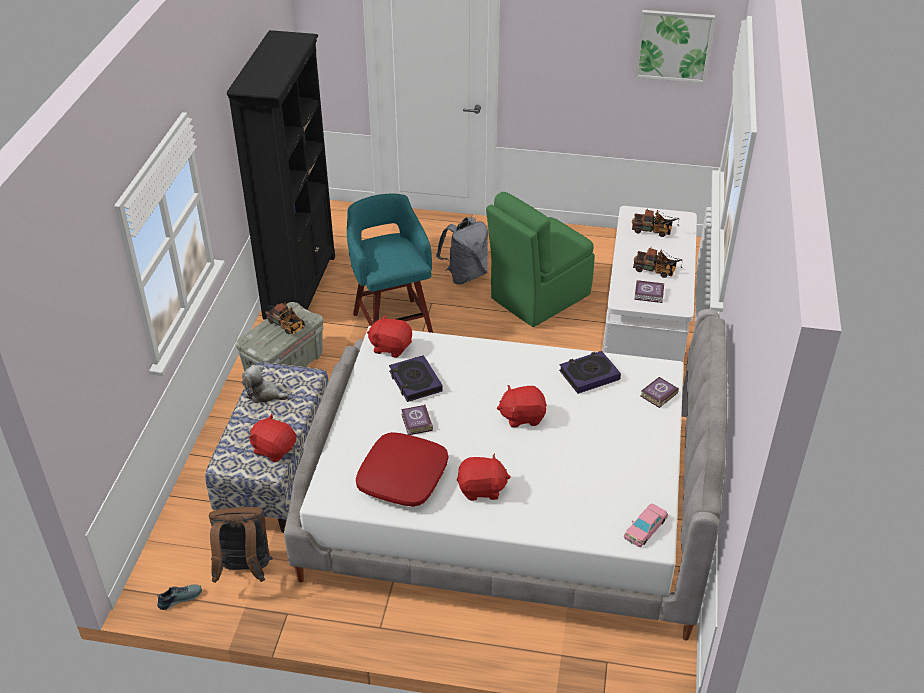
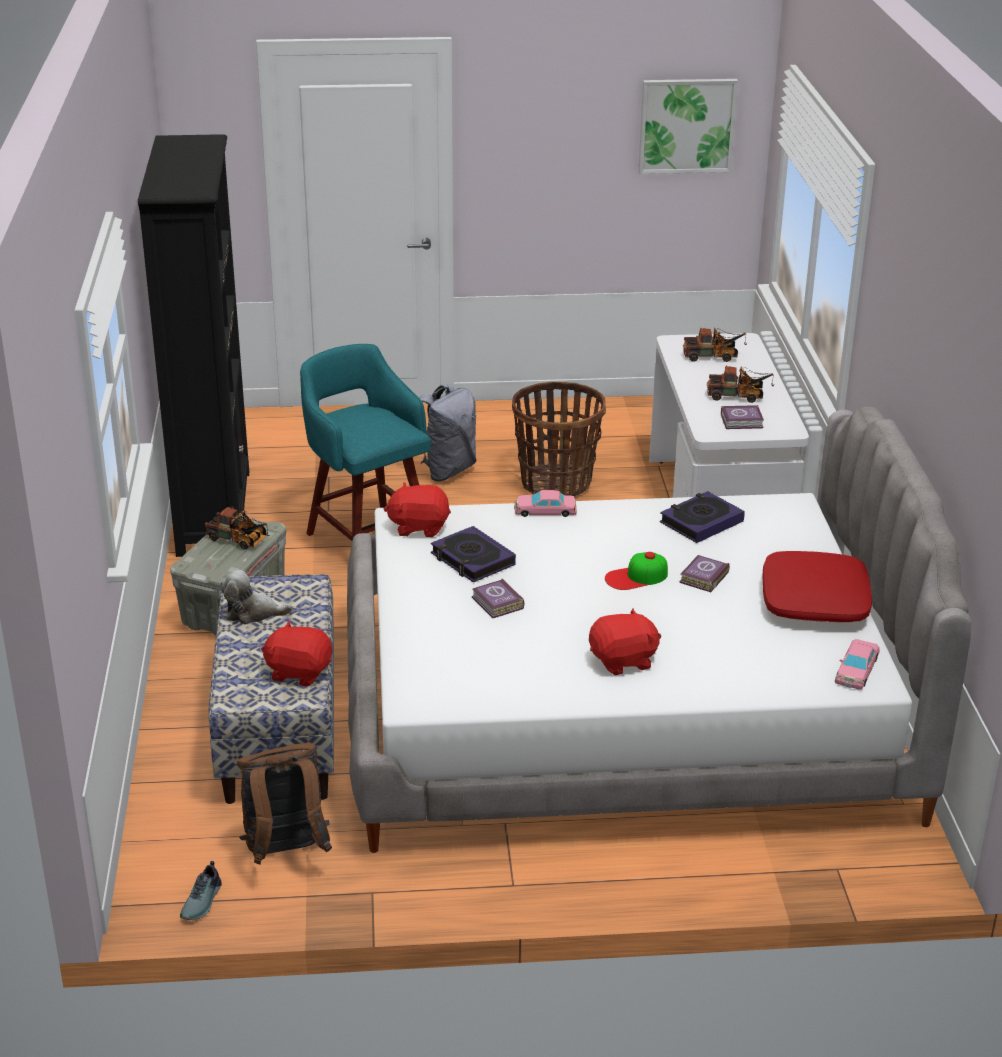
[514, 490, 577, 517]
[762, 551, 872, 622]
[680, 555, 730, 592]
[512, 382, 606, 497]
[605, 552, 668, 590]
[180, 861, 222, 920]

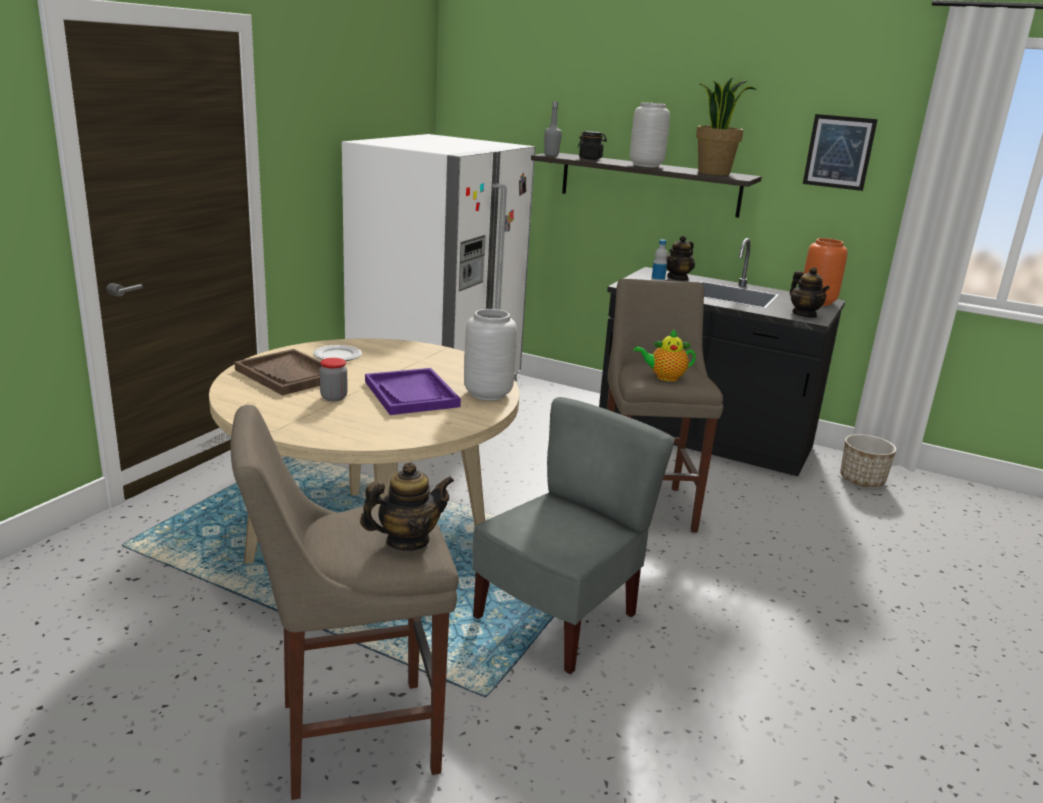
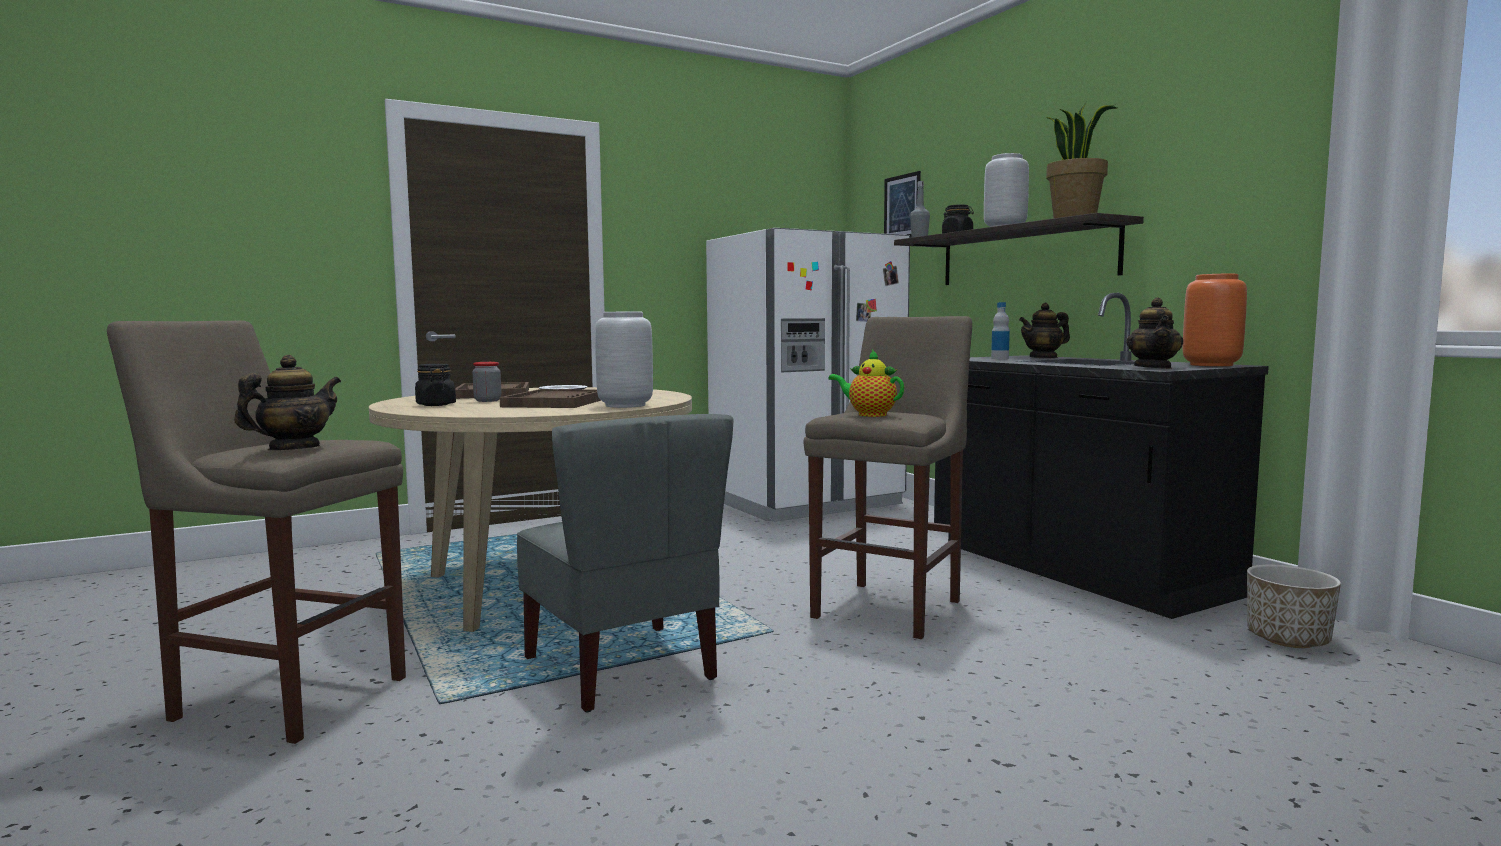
[415, 364, 456, 406]
[884, 171, 921, 238]
[500, 389, 601, 408]
[234, 355, 341, 450]
[517, 414, 734, 712]

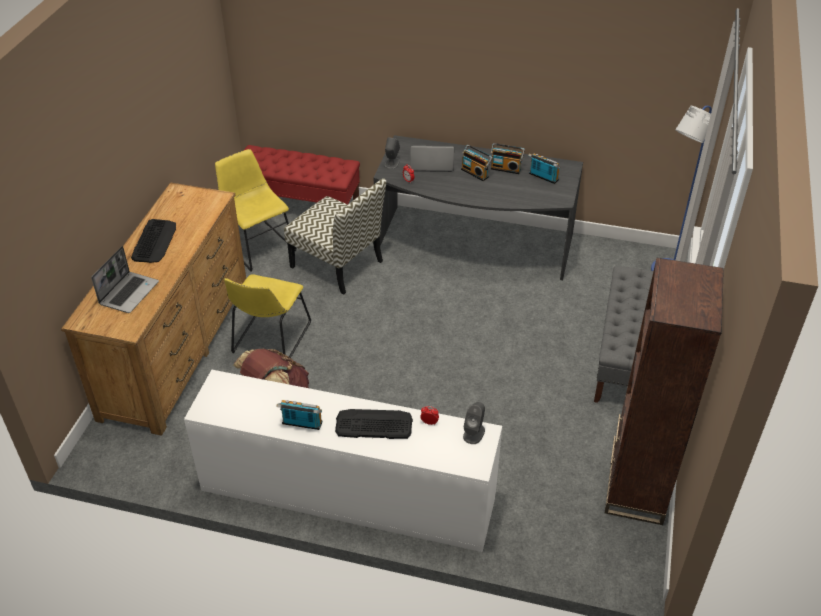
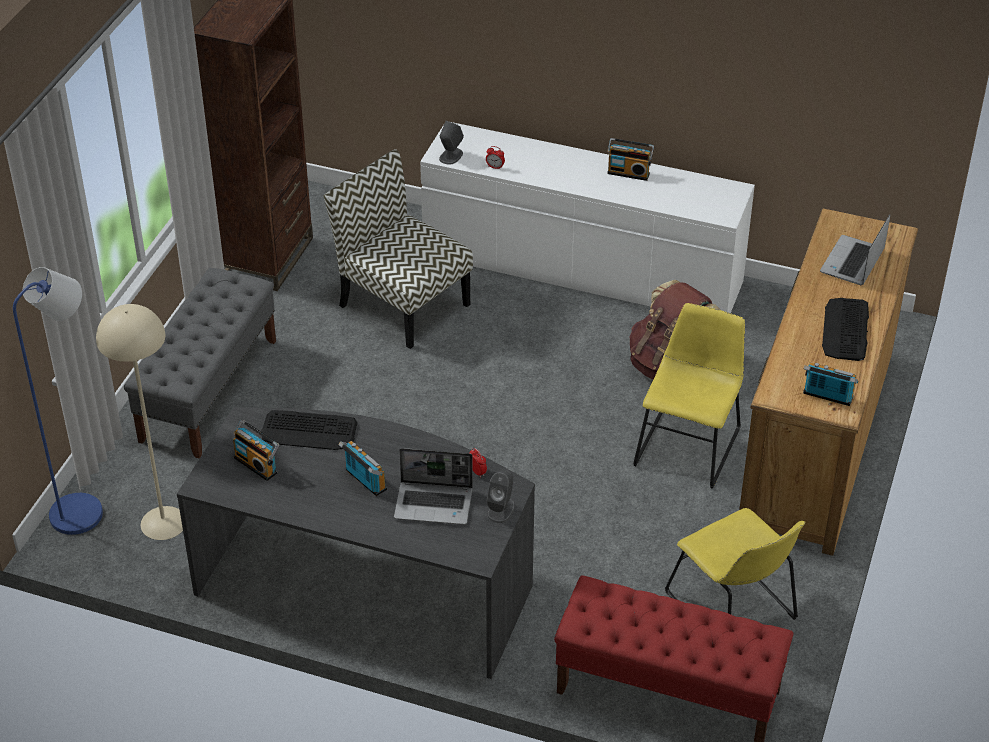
[96, 304, 183, 540]
[324, 149, 473, 349]
[261, 410, 357, 450]
[803, 362, 858, 406]

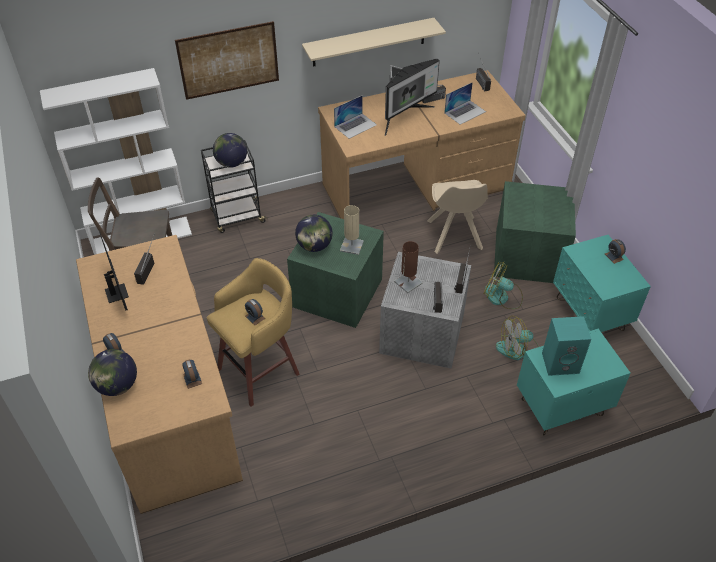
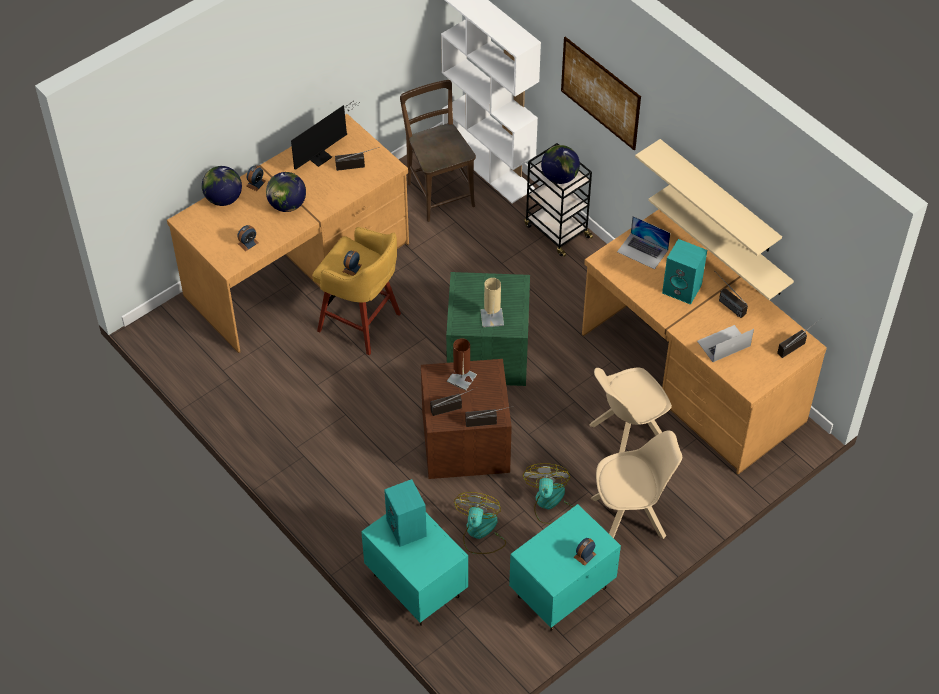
[648, 185, 794, 300]
[266, 172, 306, 212]
[662, 239, 707, 305]
[590, 430, 682, 539]
[421, 359, 512, 479]
[697, 325, 754, 362]
[454, 492, 506, 554]

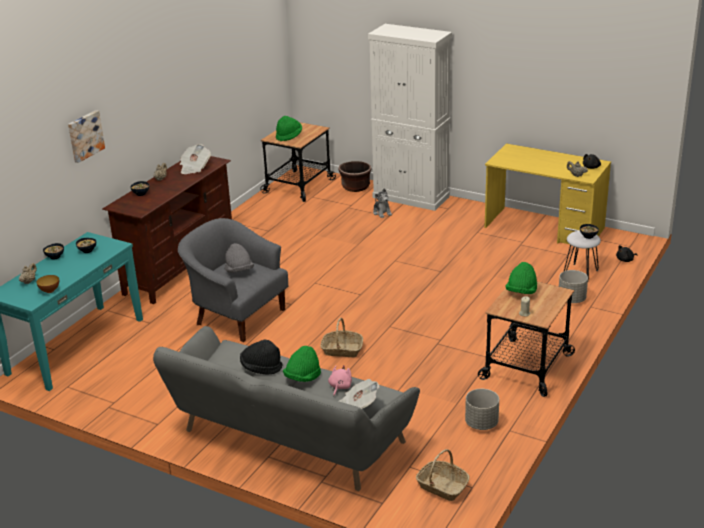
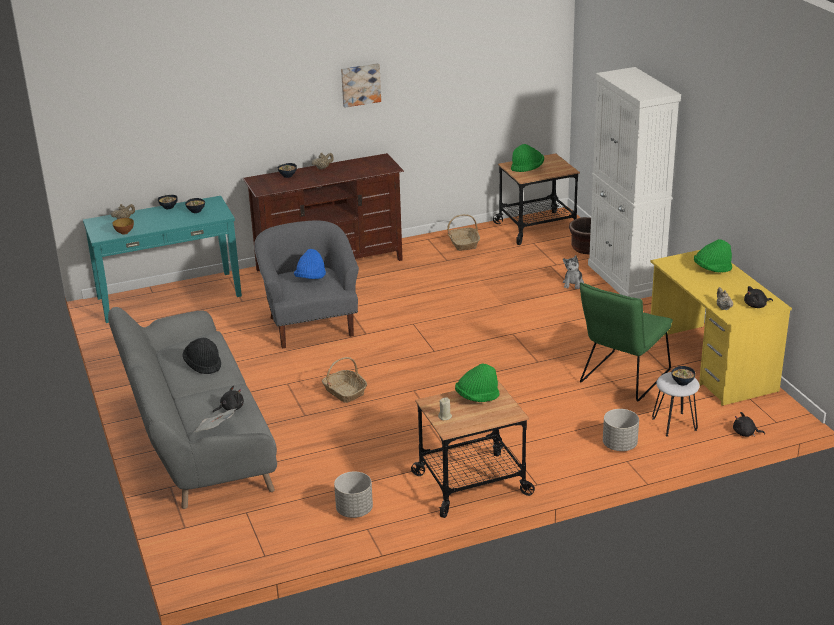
[180, 144, 211, 174] (first image)
[580, 282, 673, 401]
[341, 63, 381, 107]
[694, 239, 732, 272]
[447, 214, 480, 251]
[294, 249, 326, 279]
[213, 386, 244, 413]

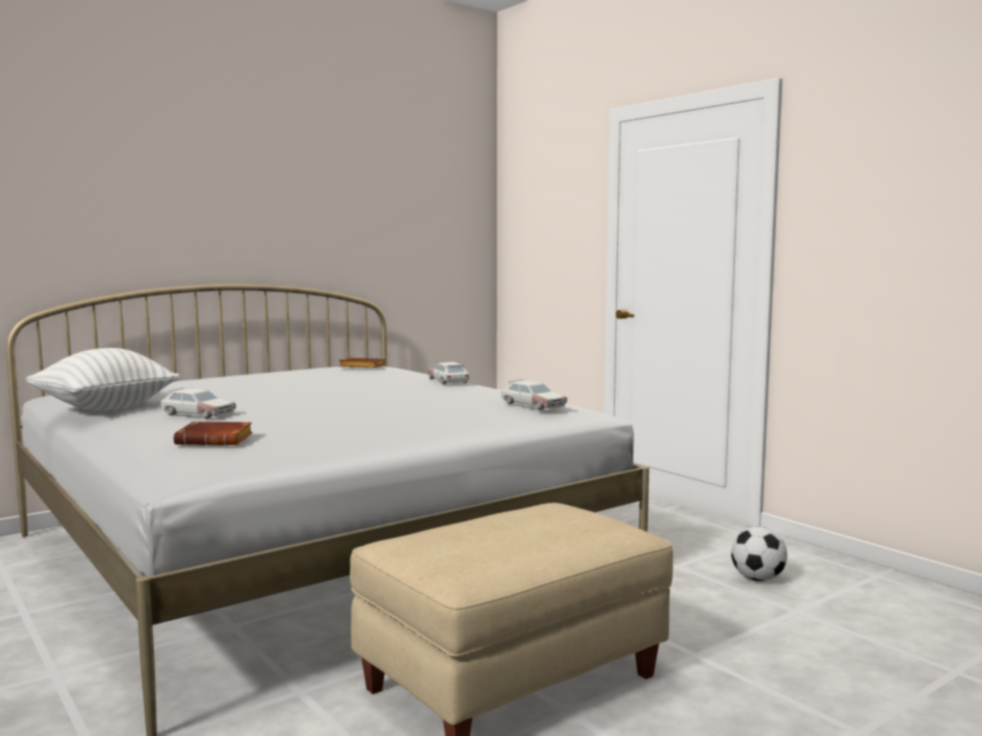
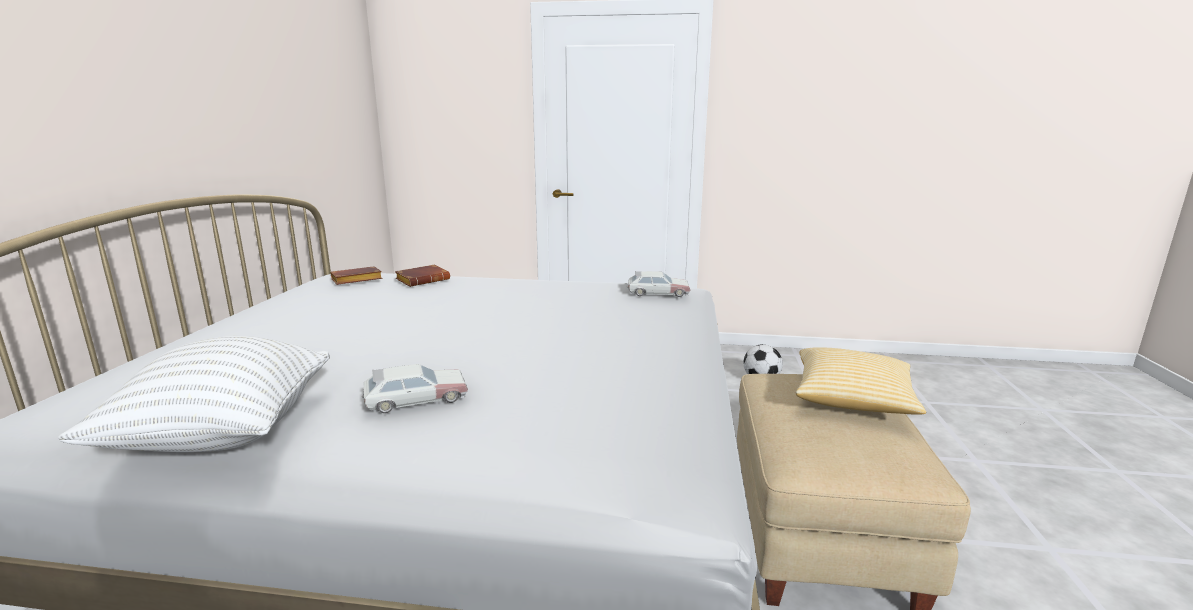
[428, 362, 469, 384] (first image)
[796, 348, 926, 414]
[395, 265, 450, 287]

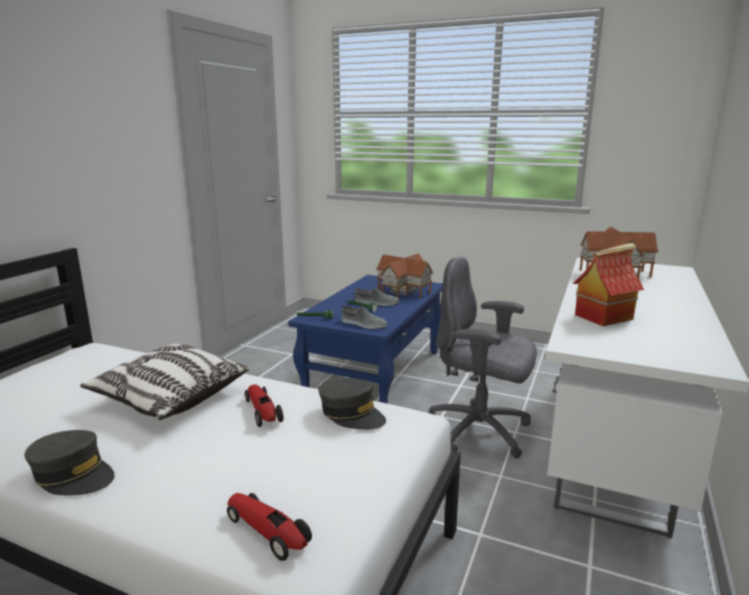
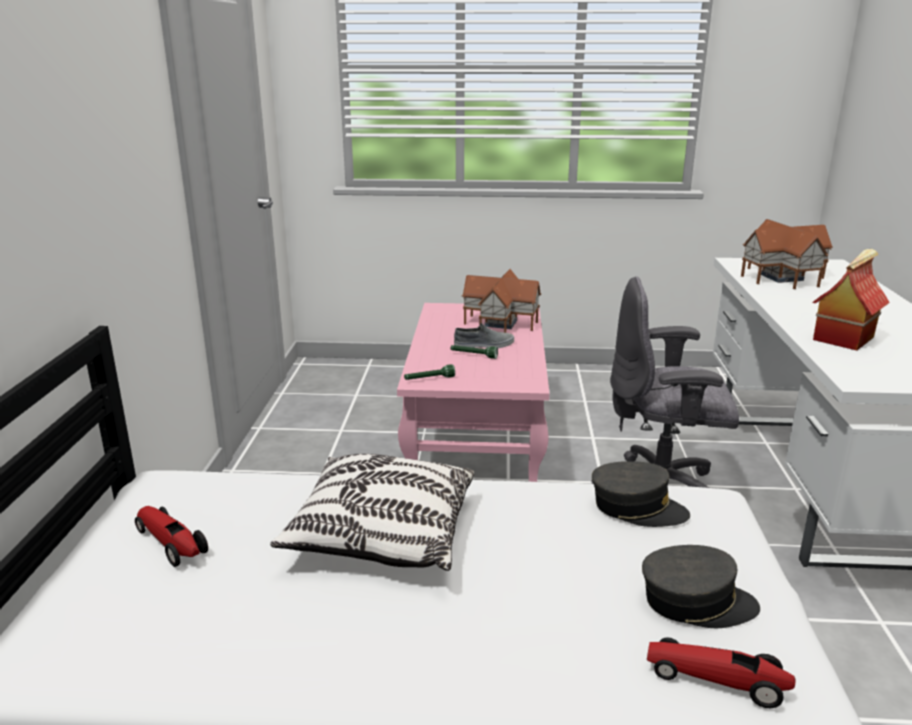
[341, 306, 387, 329] (first image)
[642, 545, 760, 628]
[135, 506, 208, 567]
[397, 303, 550, 482]

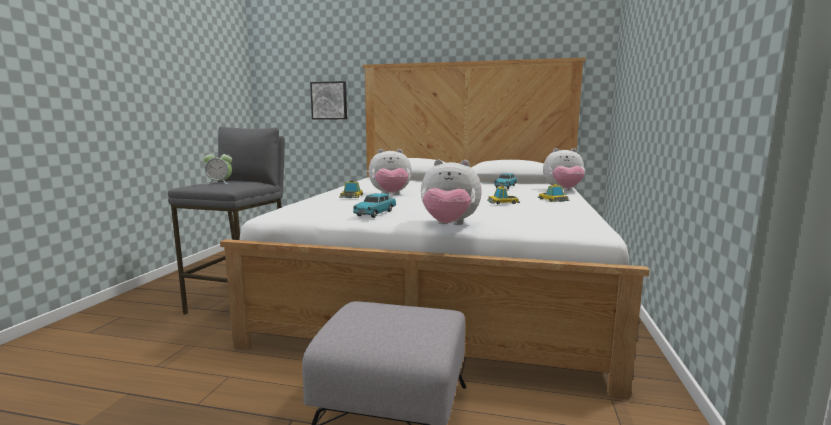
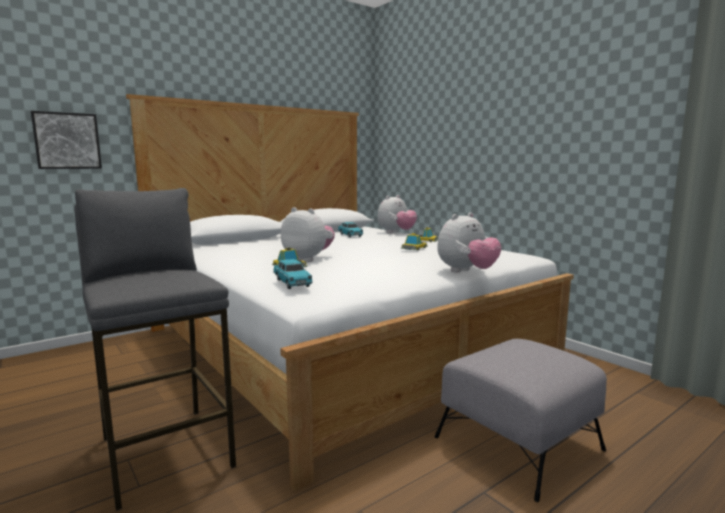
[204, 150, 232, 184] (first image)
[273, 259, 313, 289]
[281, 207, 335, 262]

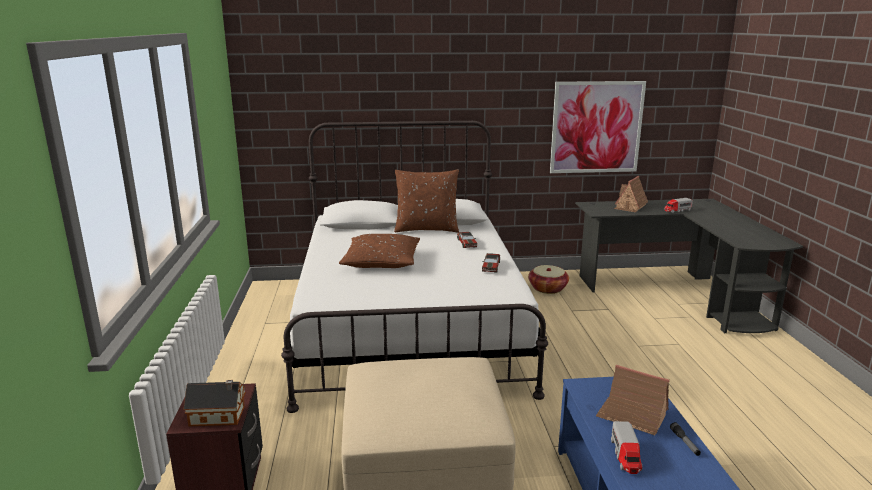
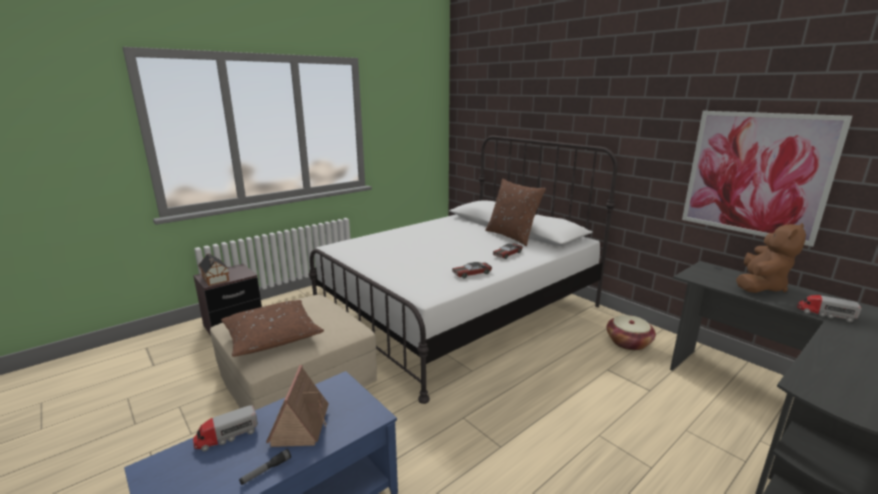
[221, 300, 324, 357]
[736, 223, 806, 293]

